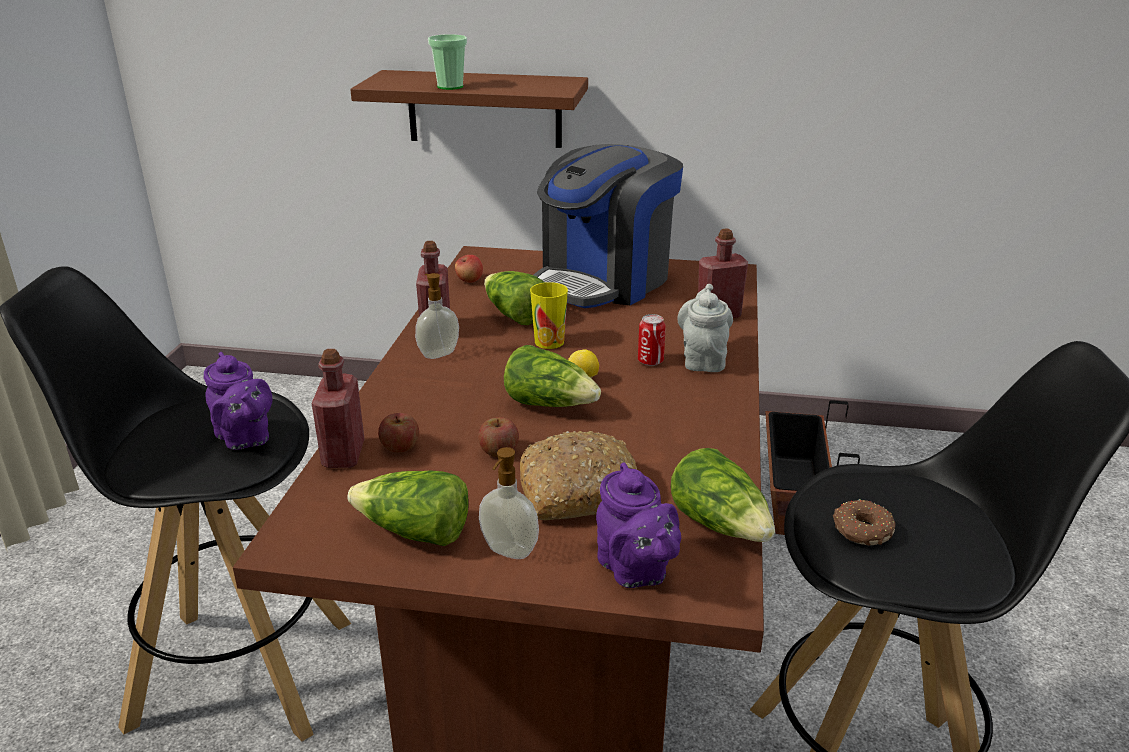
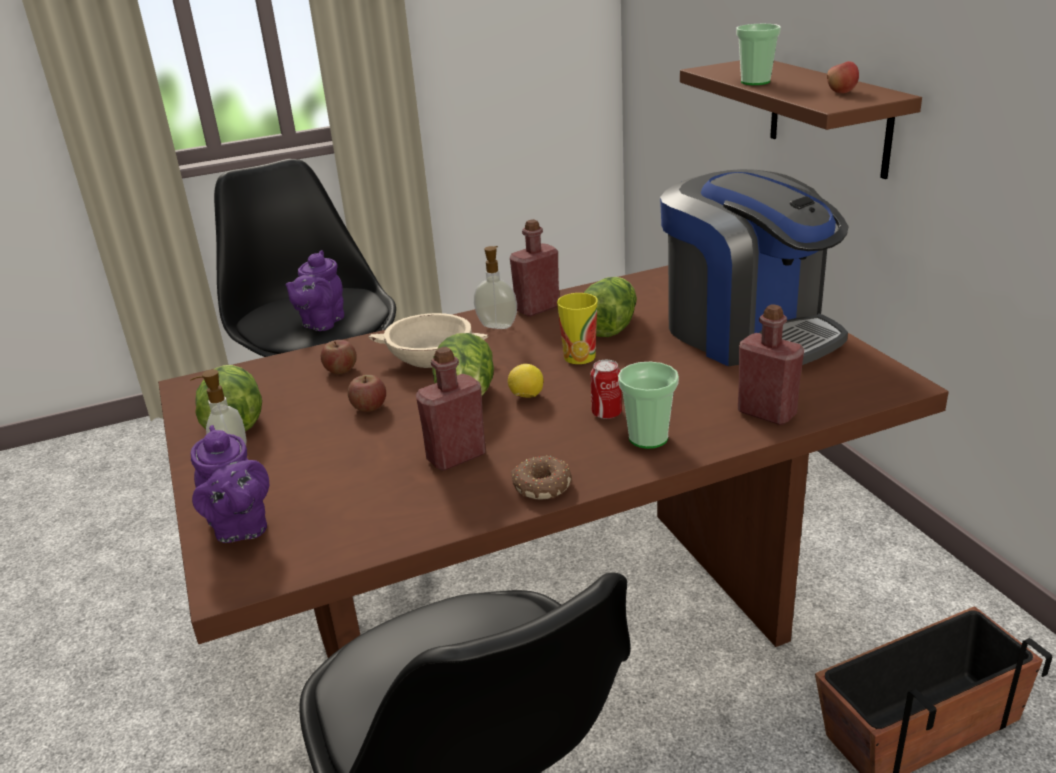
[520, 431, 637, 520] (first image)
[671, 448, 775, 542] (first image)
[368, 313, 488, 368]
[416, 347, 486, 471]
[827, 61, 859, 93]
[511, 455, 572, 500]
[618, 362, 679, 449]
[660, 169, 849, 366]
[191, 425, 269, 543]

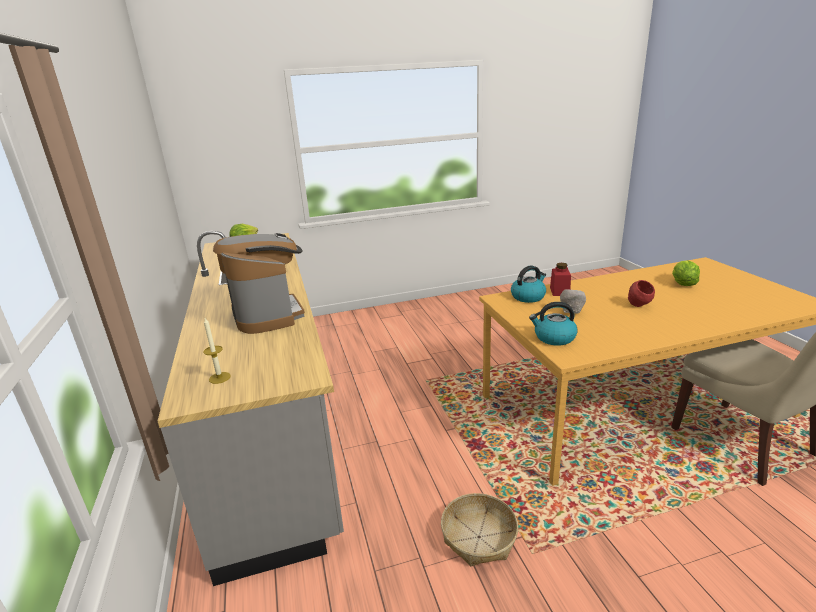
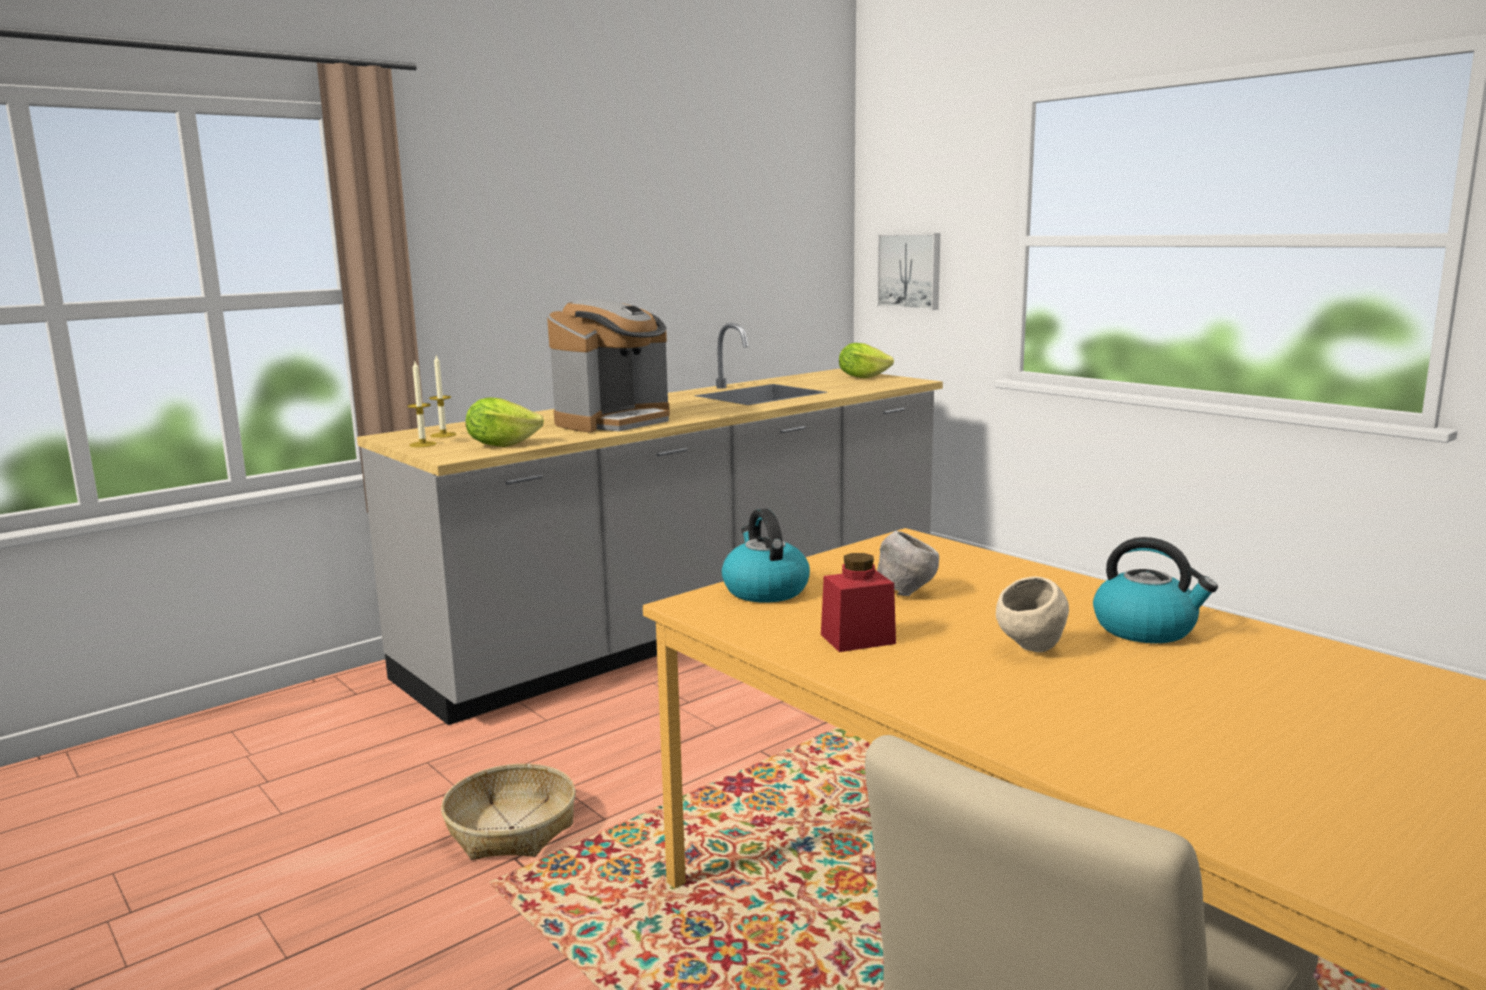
[408, 362, 436, 447]
[877, 233, 940, 310]
[1093, 537, 1218, 643]
[821, 553, 896, 652]
[466, 397, 544, 447]
[996, 576, 1069, 653]

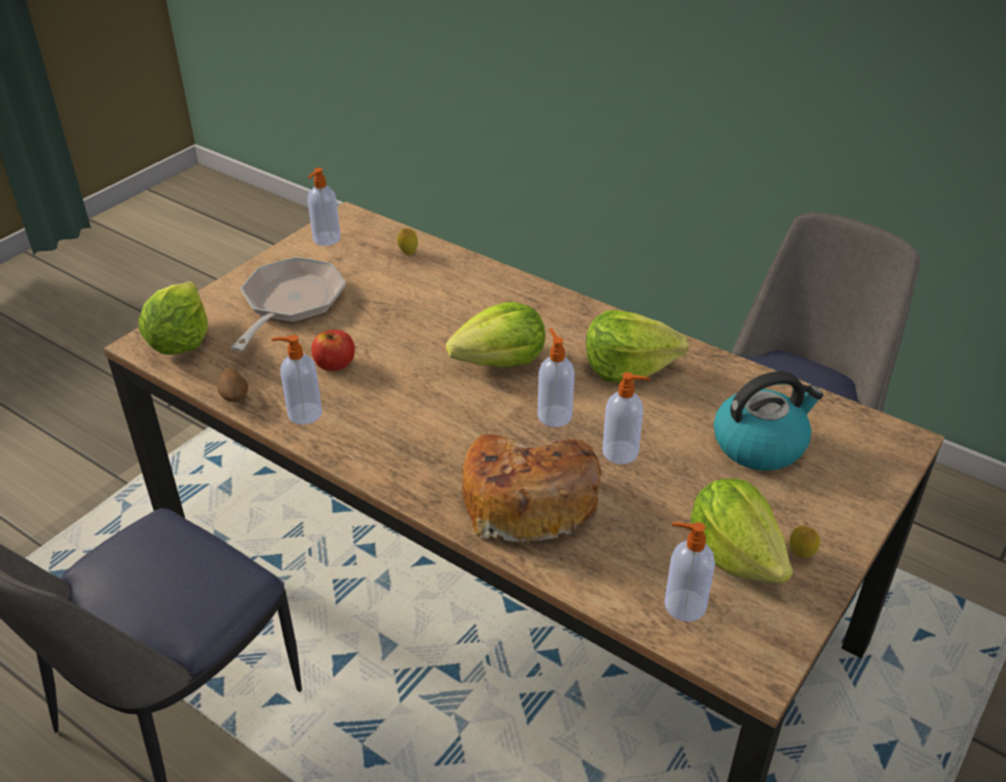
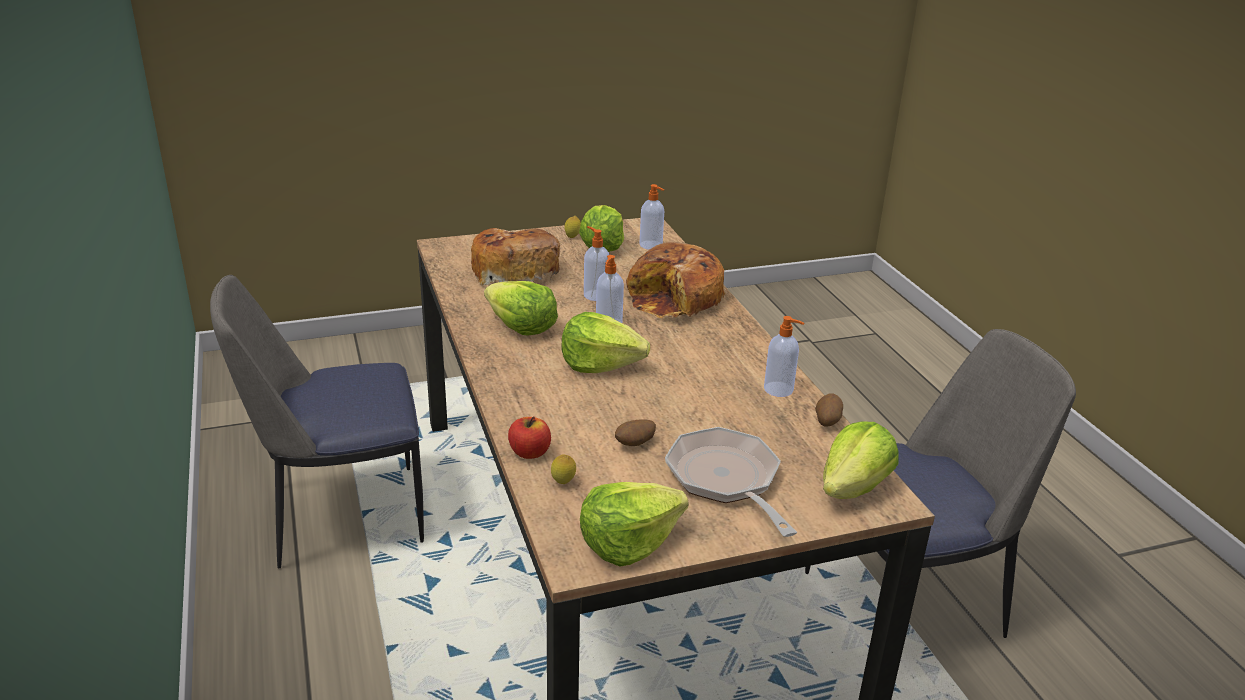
[615, 419, 656, 446]
[508, 416, 551, 459]
[580, 482, 689, 566]
[471, 228, 560, 285]
[665, 427, 797, 537]

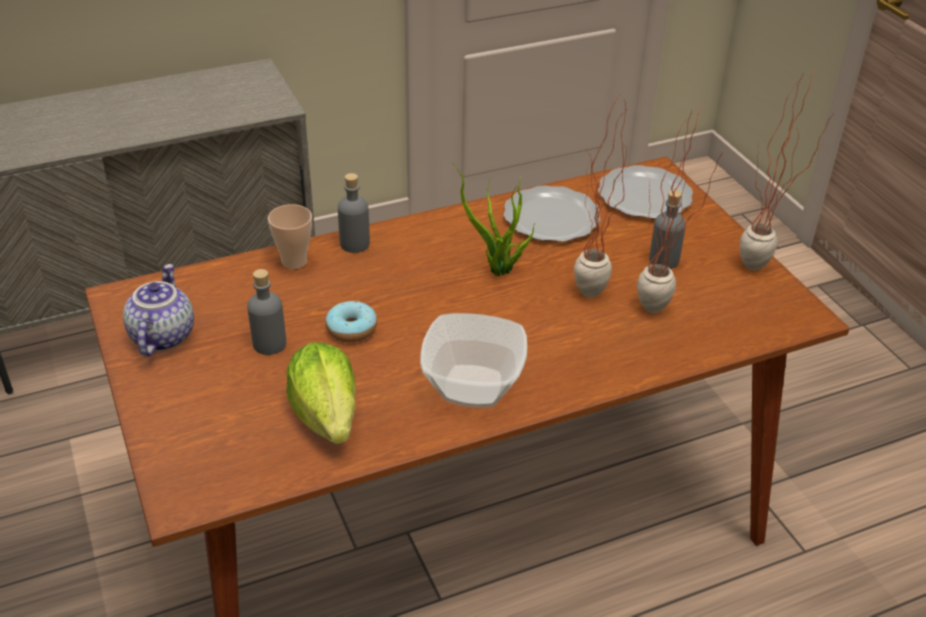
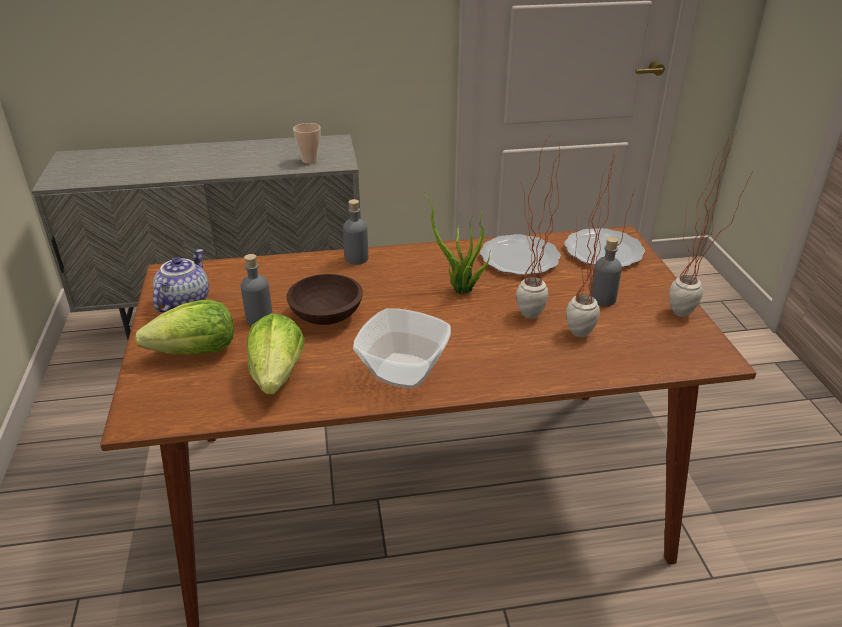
[135, 299, 234, 355]
[293, 123, 321, 164]
[286, 274, 363, 325]

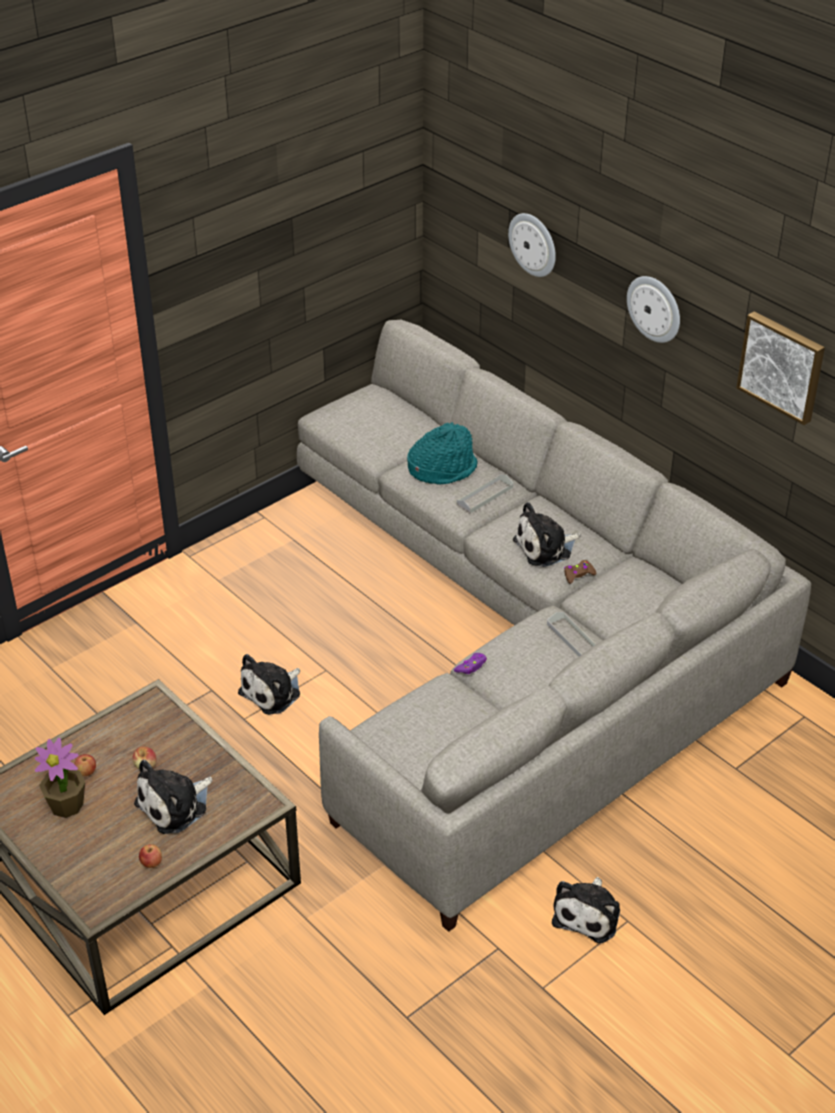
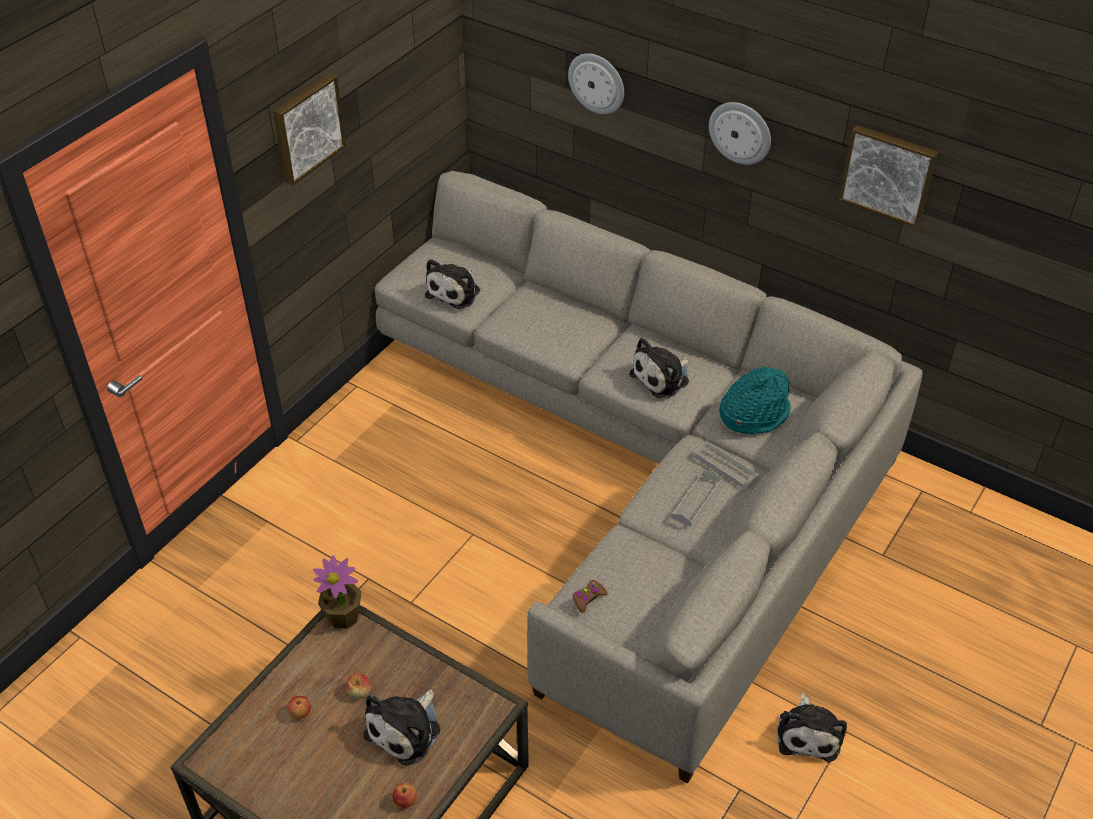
[454, 653, 487, 674] (first image)
[273, 73, 346, 185]
[313, 556, 362, 629]
[425, 259, 480, 309]
[719, 366, 791, 434]
[672, 470, 722, 527]
[573, 580, 607, 613]

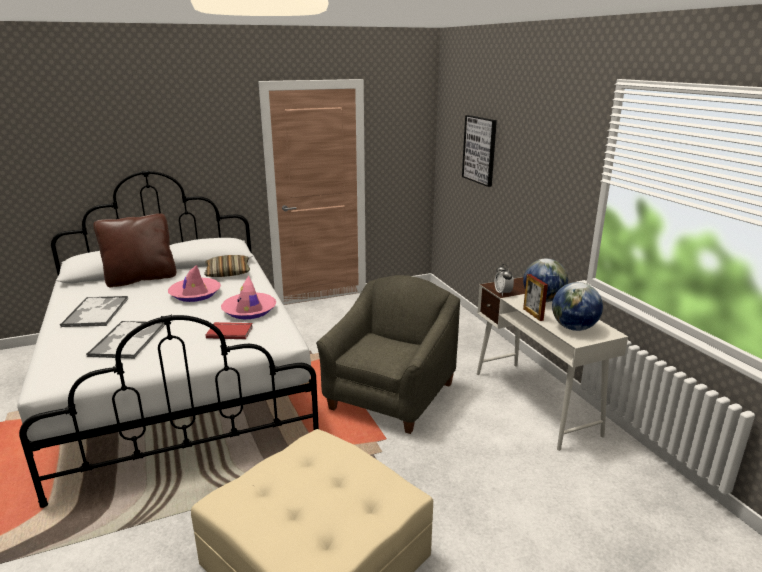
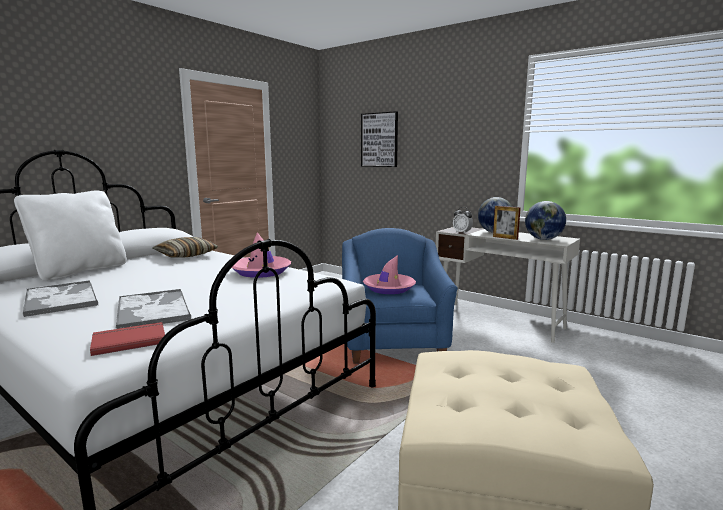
[363, 255, 416, 294]
[90, 322, 165, 356]
[14, 191, 127, 281]
[342, 228, 458, 364]

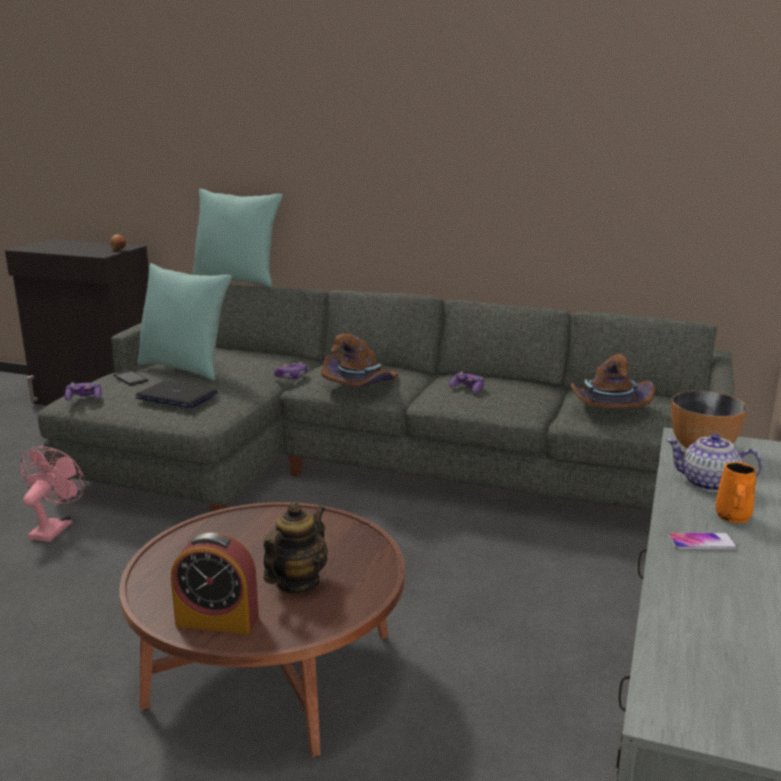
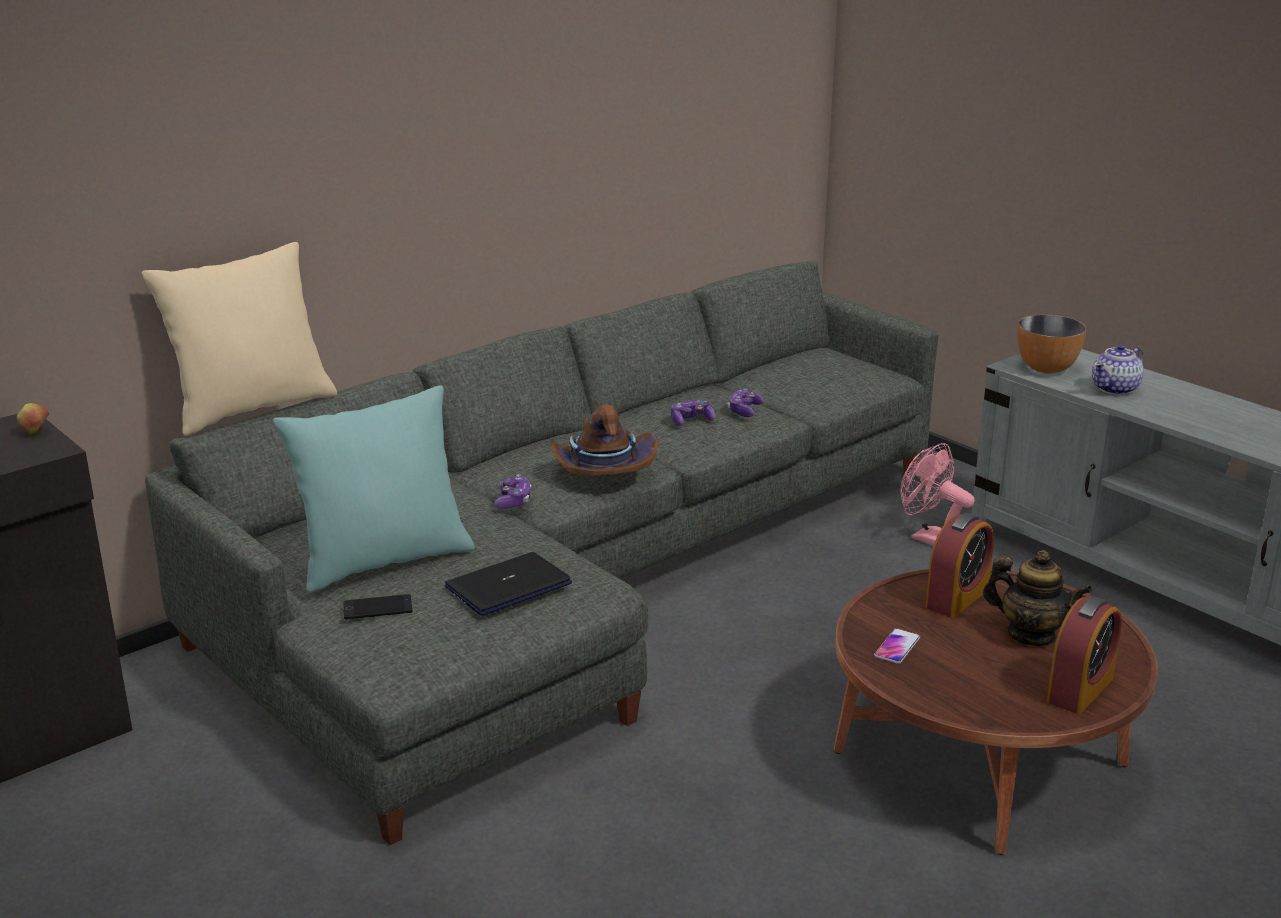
[570, 354, 656, 408] (first image)
[715, 462, 756, 523] (first image)
[926, 513, 994, 618]
[900, 443, 975, 546]
[727, 388, 764, 417]
[874, 628, 920, 664]
[142, 242, 337, 436]
[983, 550, 1093, 646]

